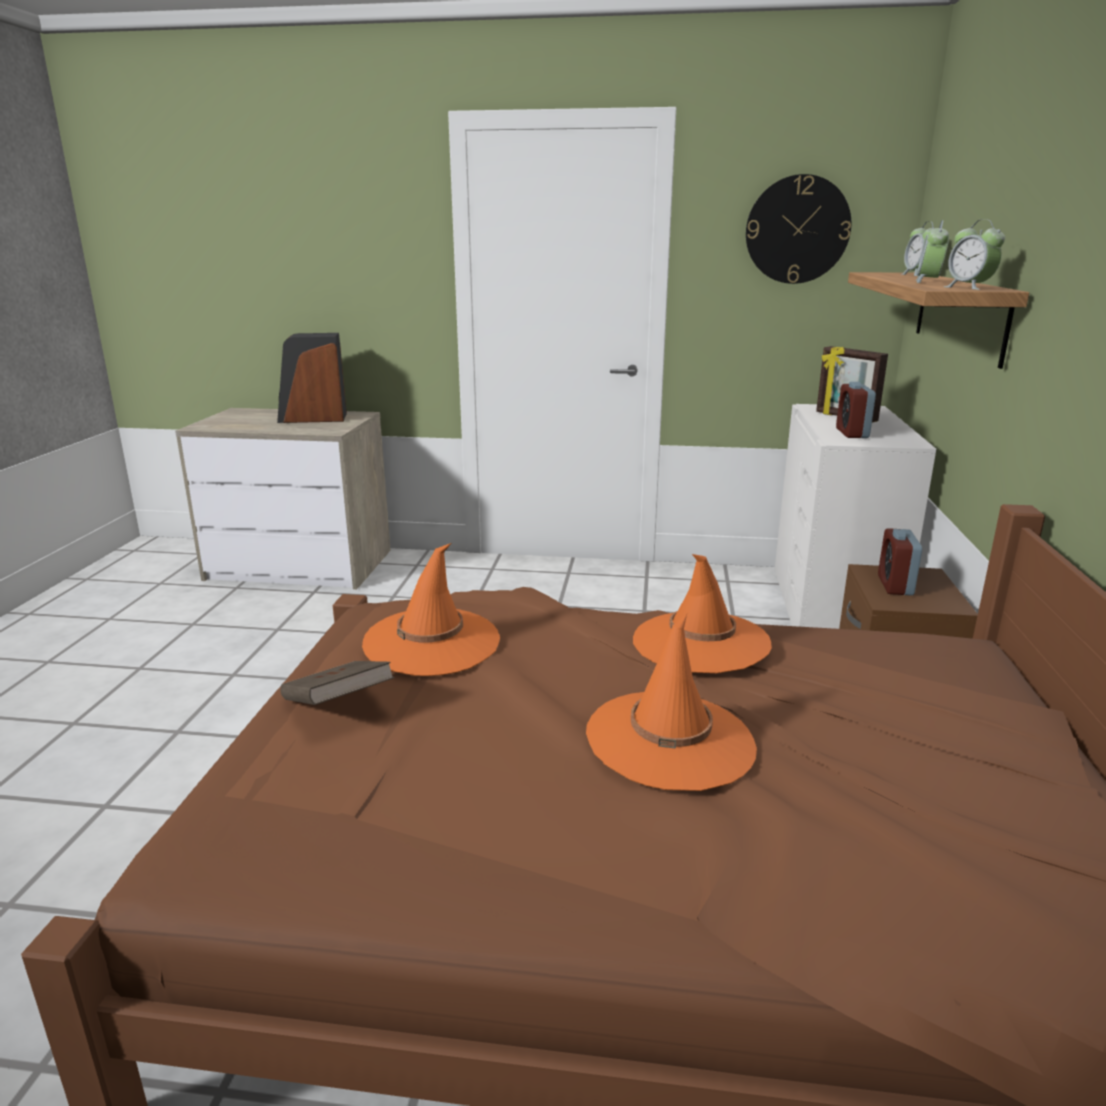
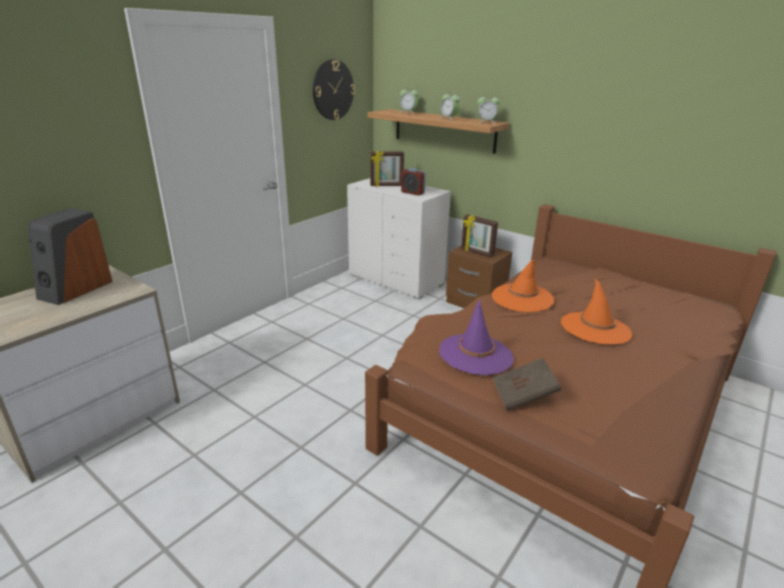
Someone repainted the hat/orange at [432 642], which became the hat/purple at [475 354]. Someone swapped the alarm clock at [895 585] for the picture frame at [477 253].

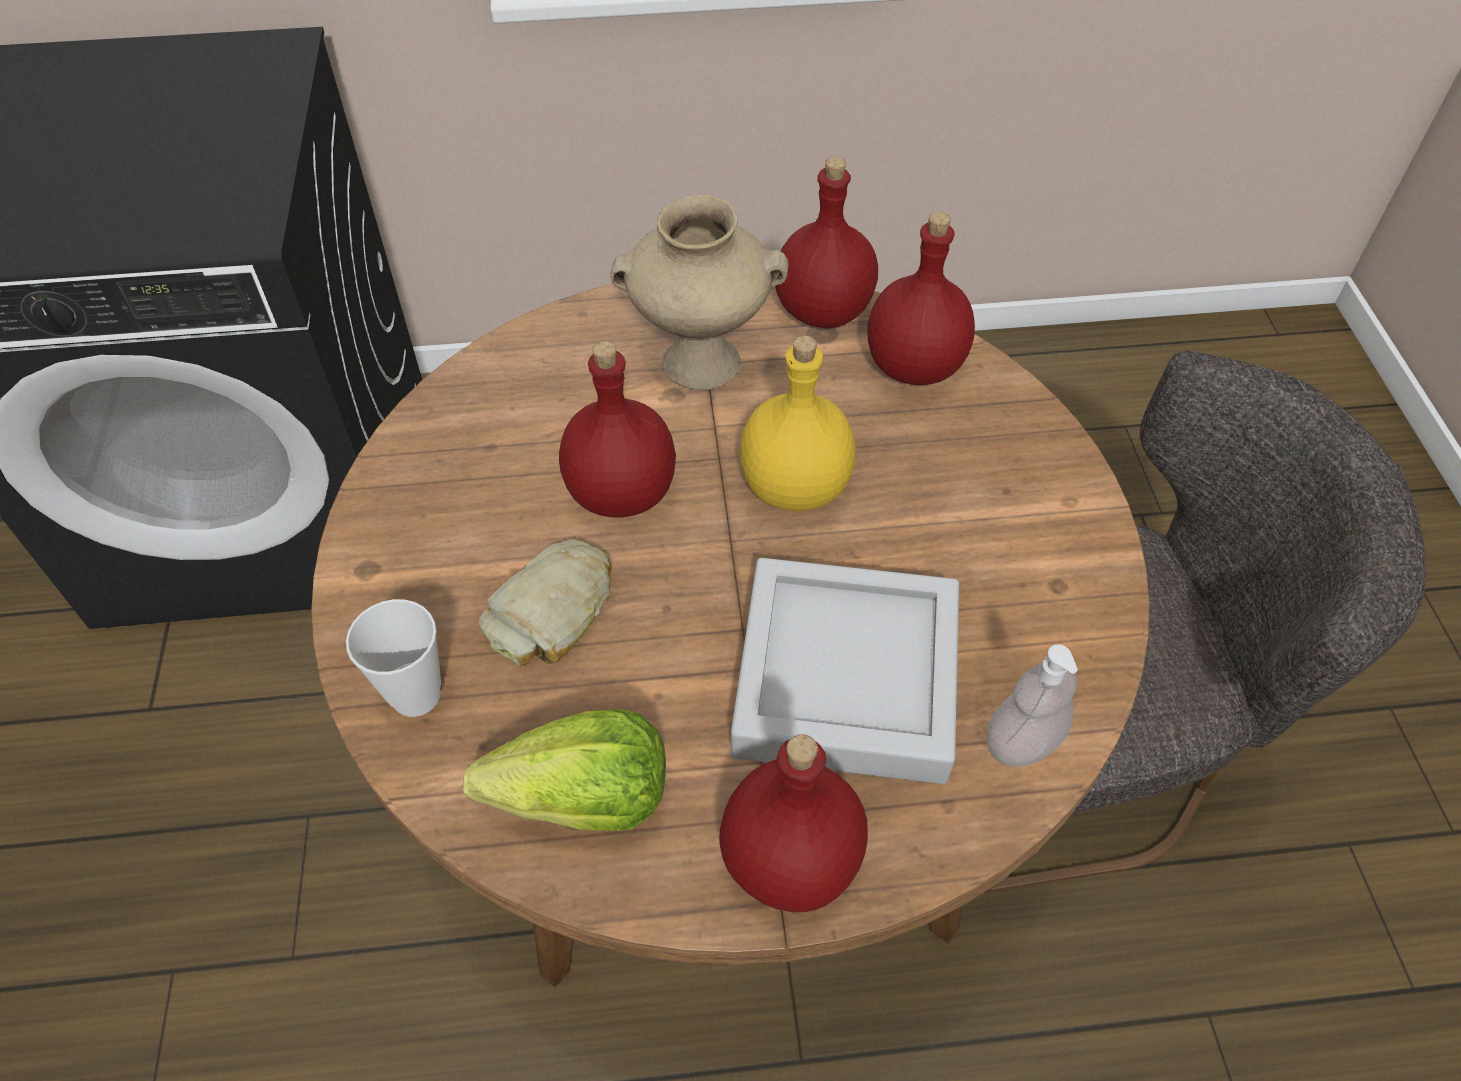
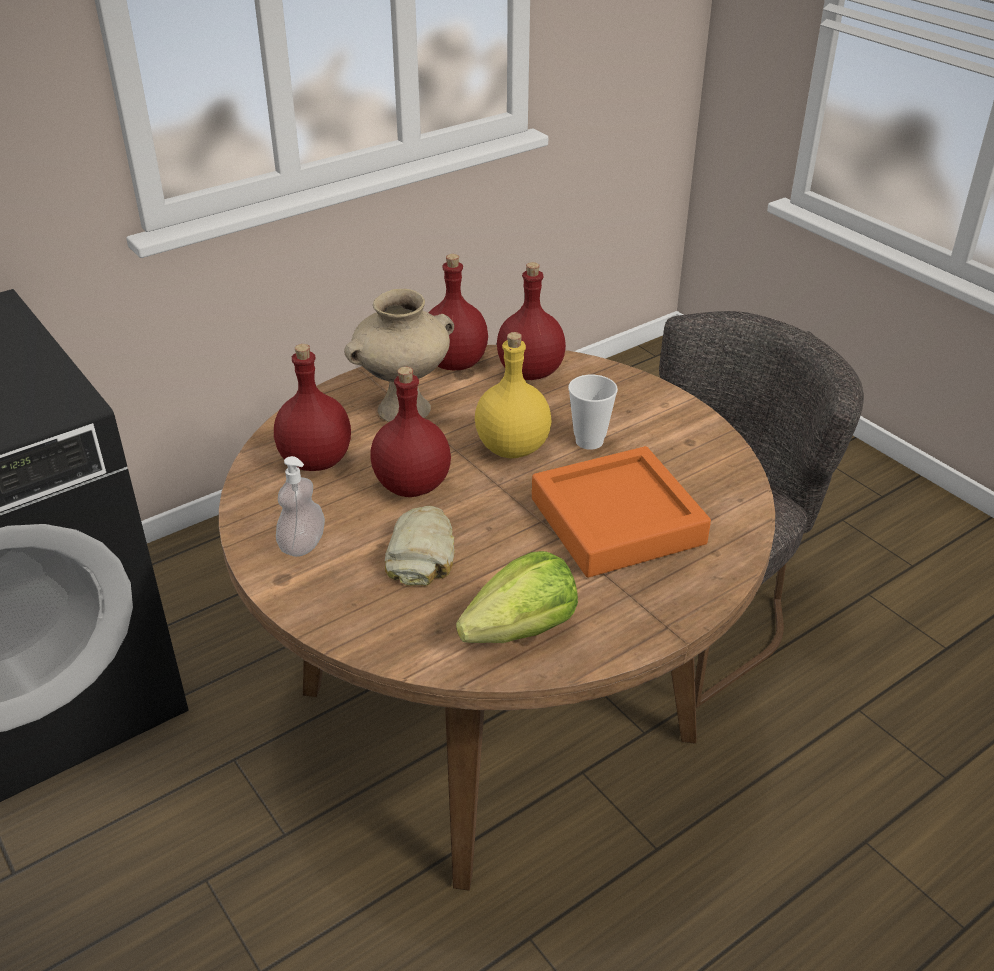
Someone carried the bottle/red from [788 862] to [315 461]. Someone carried the soap dispenser from [1022 742] to [302 545]. Someone repainted the tray/grey at [846 679], which became the tray/orange at [617 521]. Someone carried the cup from [416 695] to [589 441].

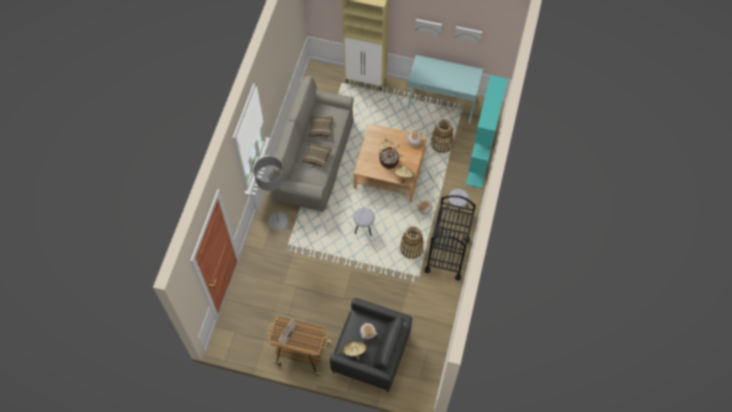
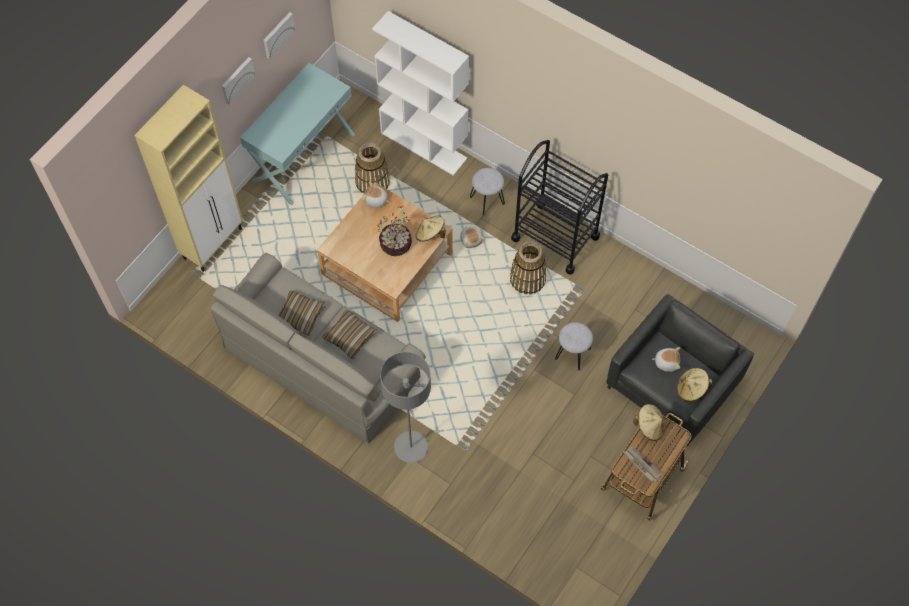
Someone repainted the bookcase/turquoise at [479 162], which became the bookcase/white at [424 145]. Someone carried the stool/grey from [364 227] to [573 354]. Someone put down the hat/beige at [649 426].

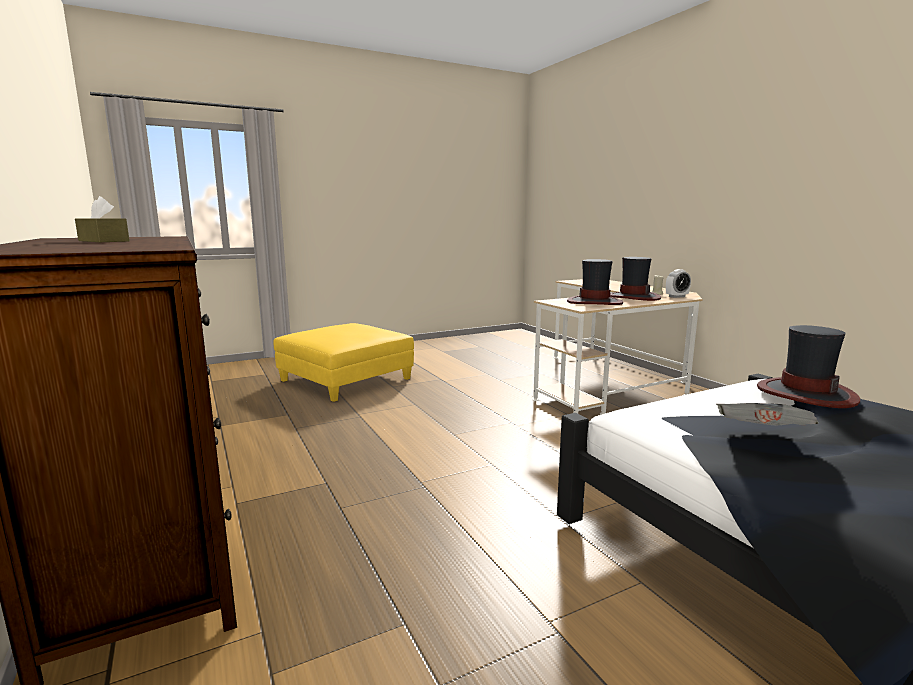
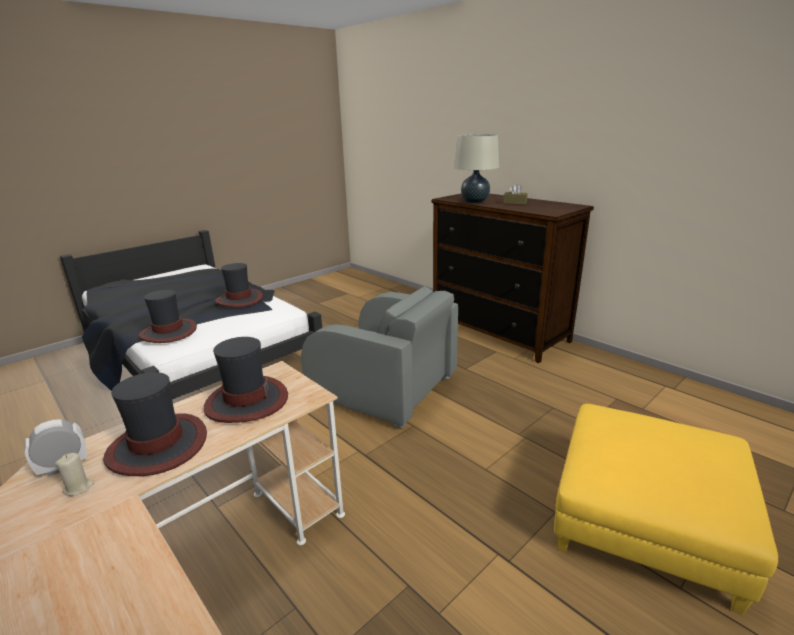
Someone swapped the newspaper at [761 438] for the hat at [239 299]. Someone put down the armchair/grey at [384 388]. Someone put down the table lamp/beige at [475 201].

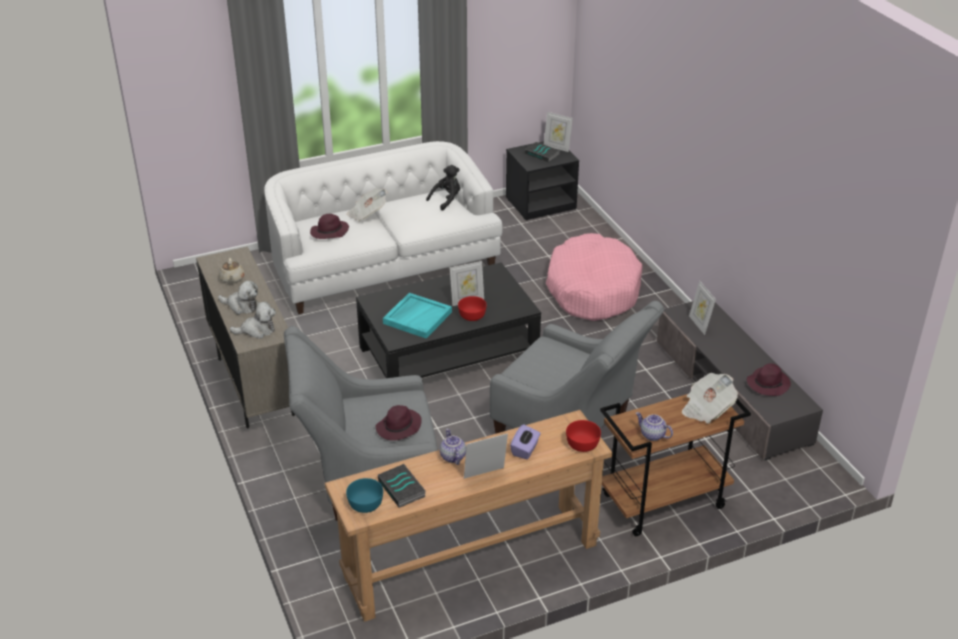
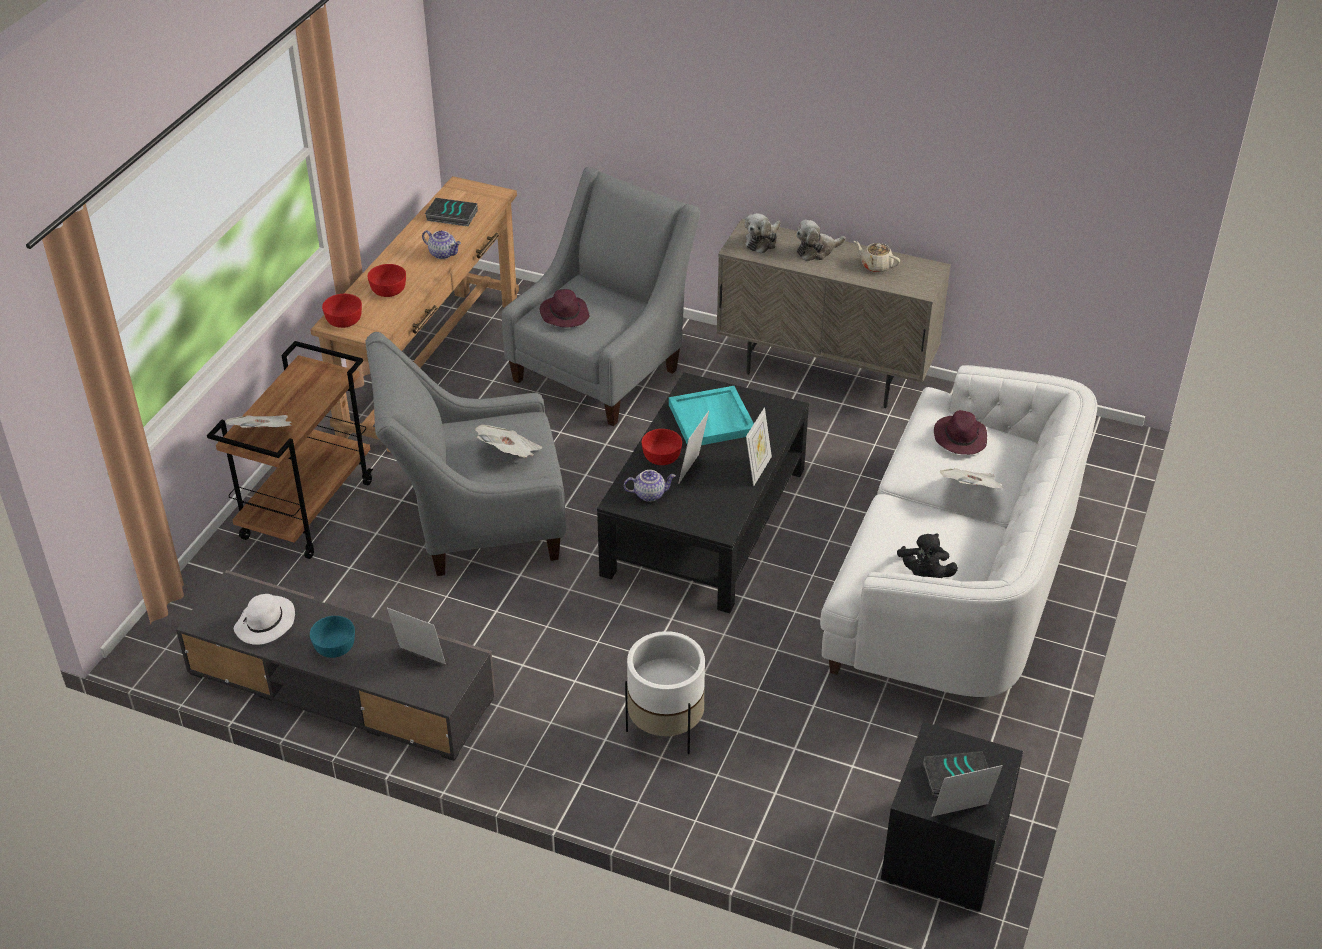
Someone repainted the hat/purple at [768 383], which became the hat/white at [265 624]. Someone carried the bowl/turquoise from [366 504] to [334 647]. Someone swapped the tissue box/purple at [525 450] for the bowl/red at [389 290]. Someone put down the newspaper at [510 454]. Someone carried the teapot from [652 435] to [649 494]. Someone swapped the dog bed/pink at [593 290] for the planter/white at [665 728]. Someone carried the picture frame from [485 476] to [757 470].

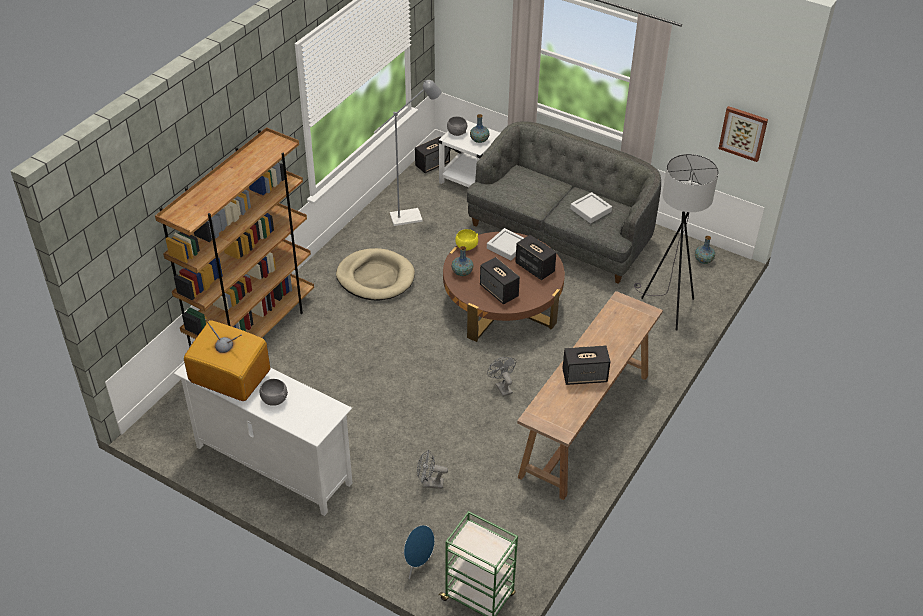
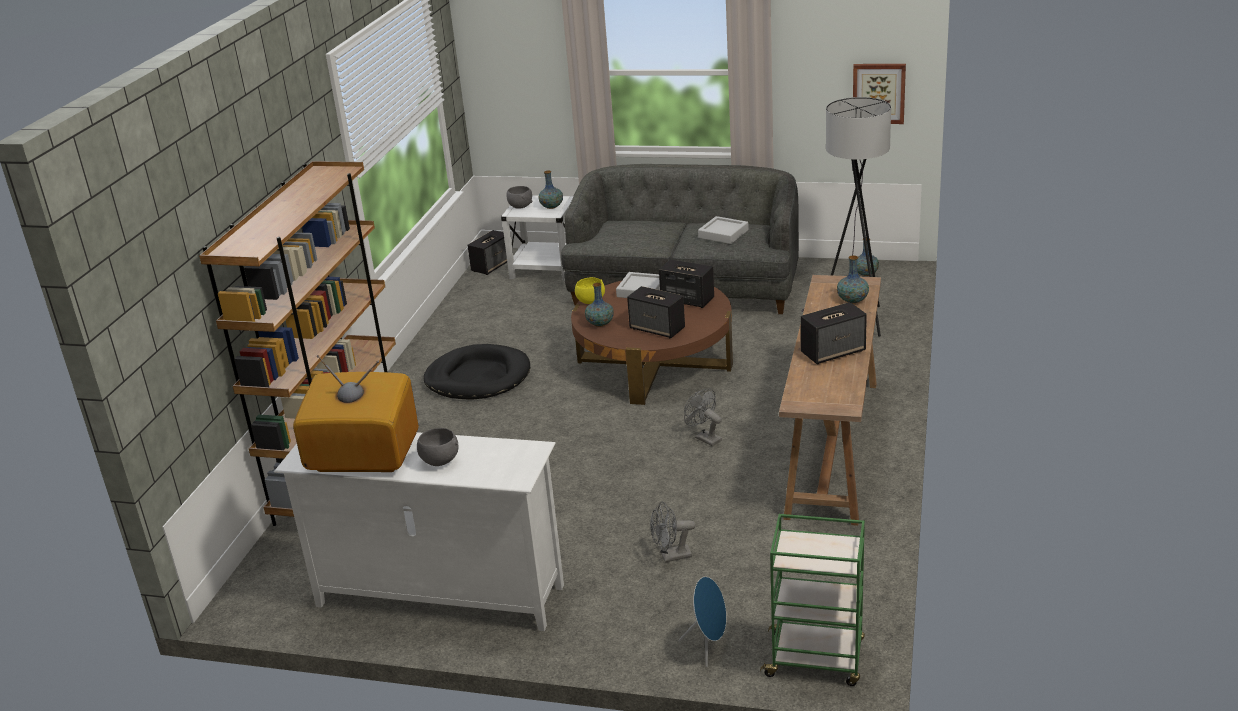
Someone repainted the dog bed/beige at [375 277], which became the dog bed/black at [478 377]. Someone put down the vase at [852 300]. Someone took away the floor lamp/grey at [412 216].

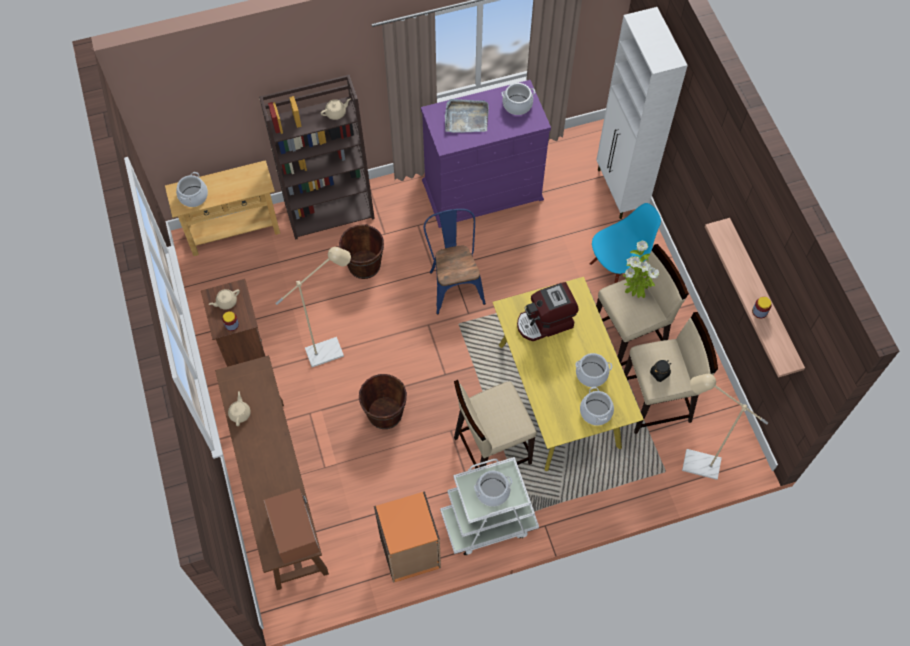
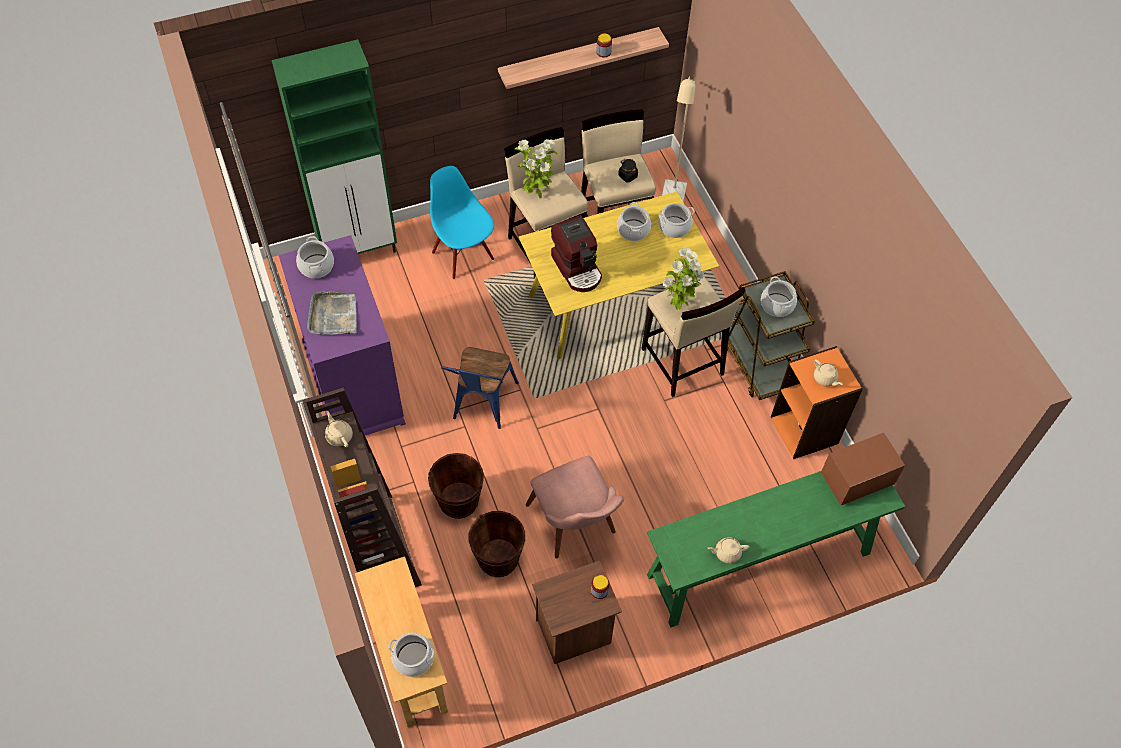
Someone repainted the cabinet/white at [620 191], which became the cabinet/green at [359 250]. Someone rotated the chair/blue at [454 283] by 60 degrees counterclockwise. Someone carried the bucket/brown from [385 413] to [498 558]. Someone swapped the floor lamp/beige at [331 350] for the chair/pink at [577 527]. Someone repainted the console table/brown at [279 490], which became the console table/green at [758 564]. Someone put down the potted plant at [677 305]. Someone repainted the cart/white at [488 522], which became the cart/brown at [759 363]. Someone carried the teapot/beige from [226 302] to [825 379].

